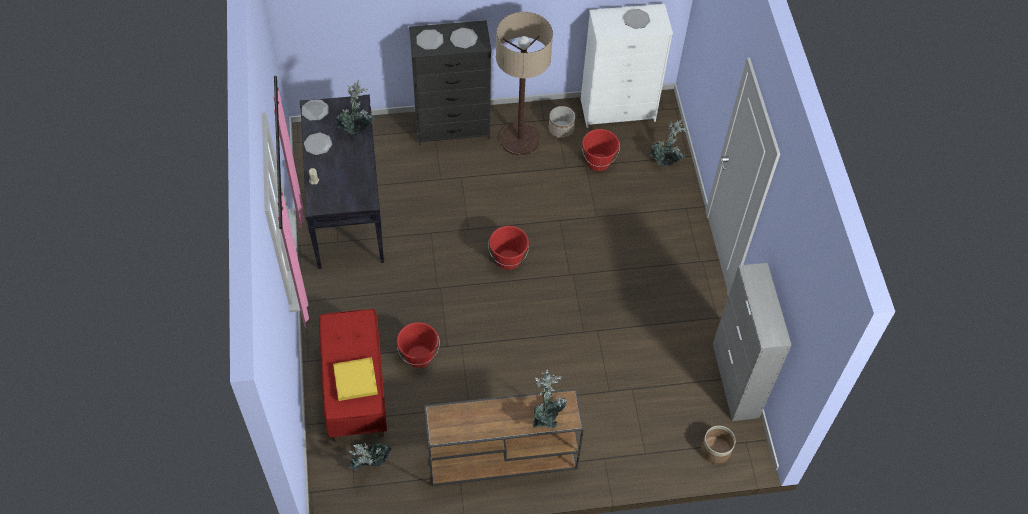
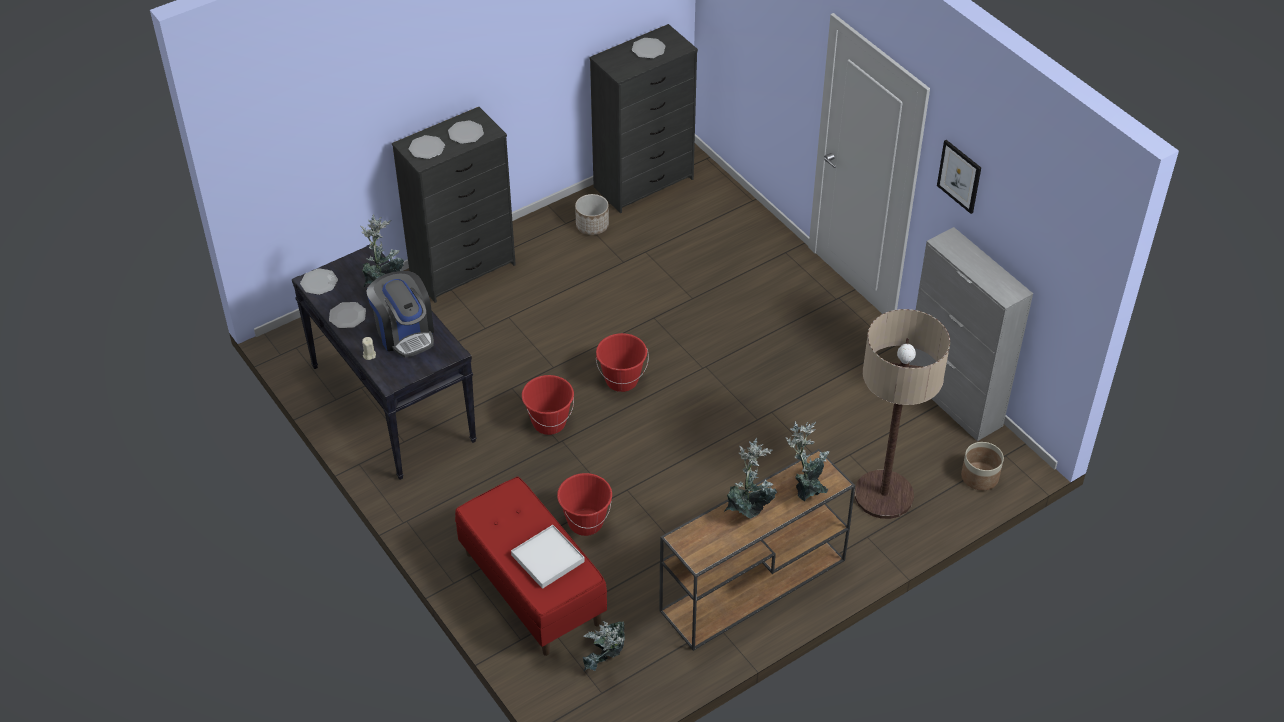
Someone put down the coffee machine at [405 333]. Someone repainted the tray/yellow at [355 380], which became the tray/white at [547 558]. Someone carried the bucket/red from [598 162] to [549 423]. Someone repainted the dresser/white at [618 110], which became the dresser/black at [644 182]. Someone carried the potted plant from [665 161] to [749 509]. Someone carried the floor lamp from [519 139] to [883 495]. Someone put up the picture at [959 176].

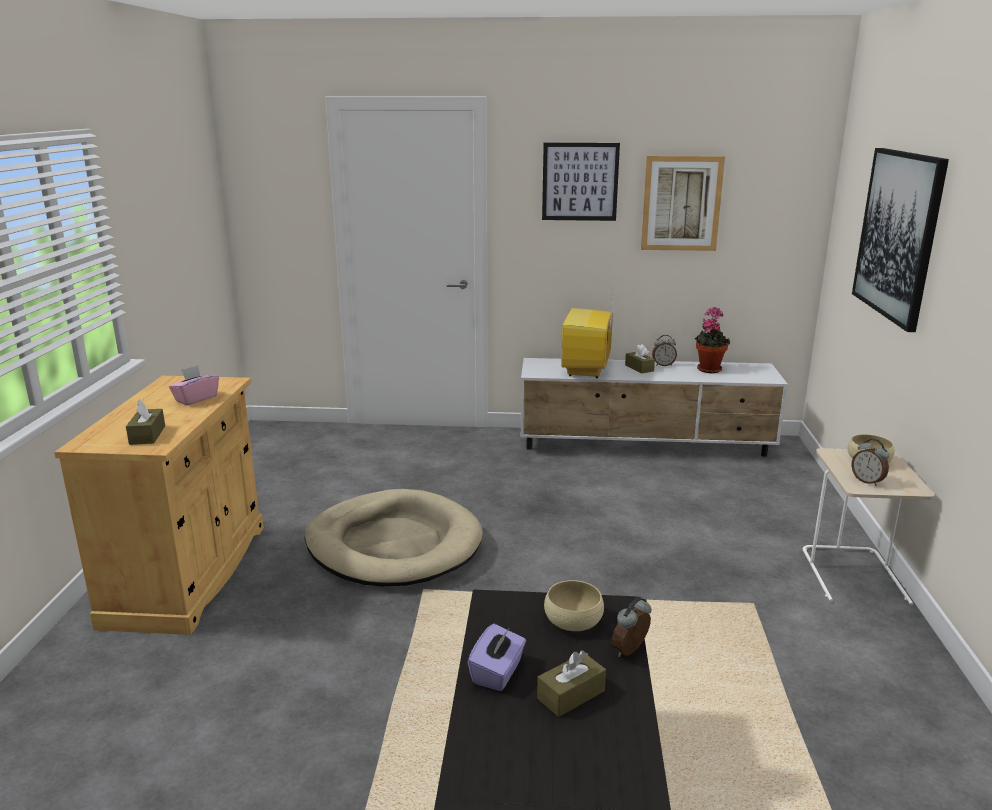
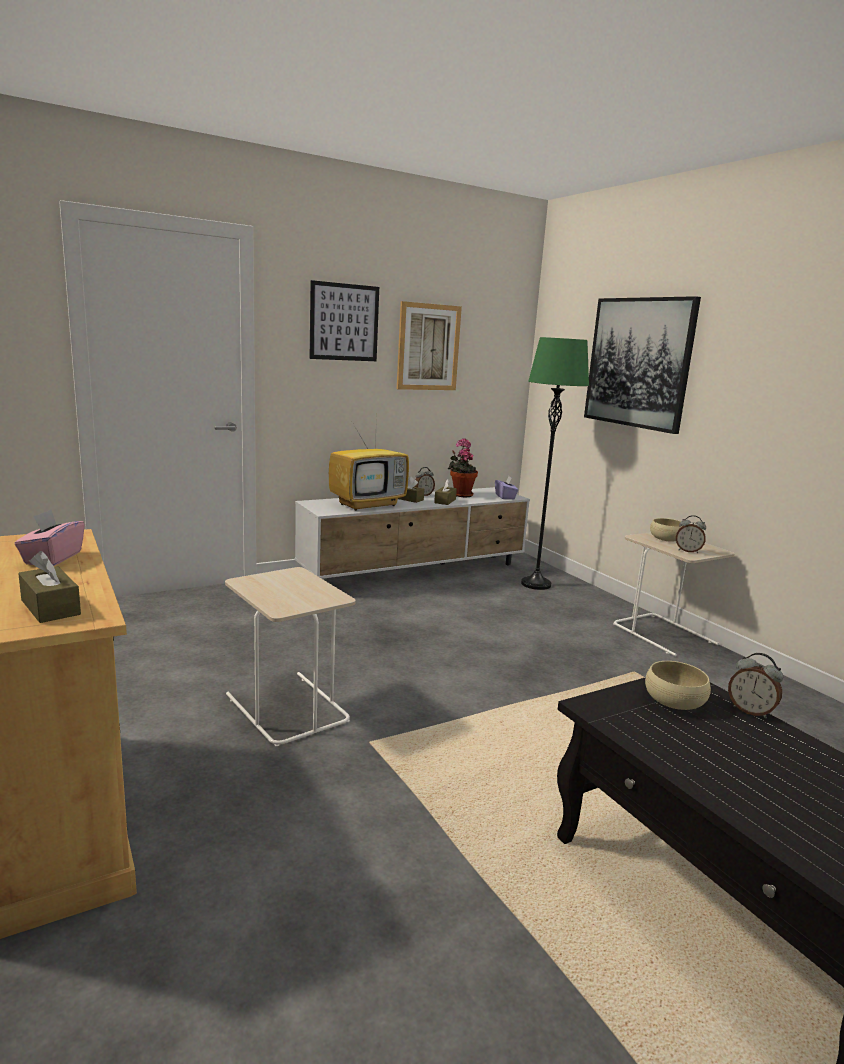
Someone swapped the dog bed/beige at [393 544] for the side table/beige at [286 708]. Someone rotated the television at [587 370] by 105 degrees counterclockwise. Someone carried the tissue box/brown from [571 694] to [445 501]. Someone carried the tissue box/purple from [498 673] to [505 497]. Someone put down the floor lamp/green at [536 584]. Someone rotated the alarm clock at [631 651] by 60 degrees counterclockwise.

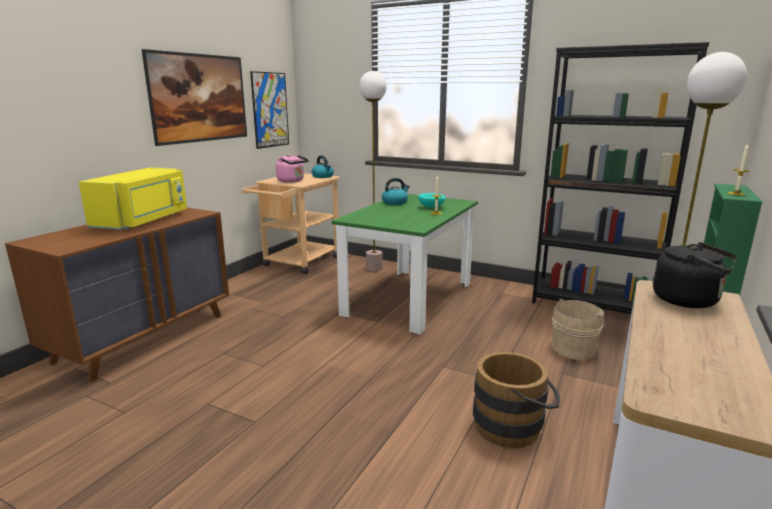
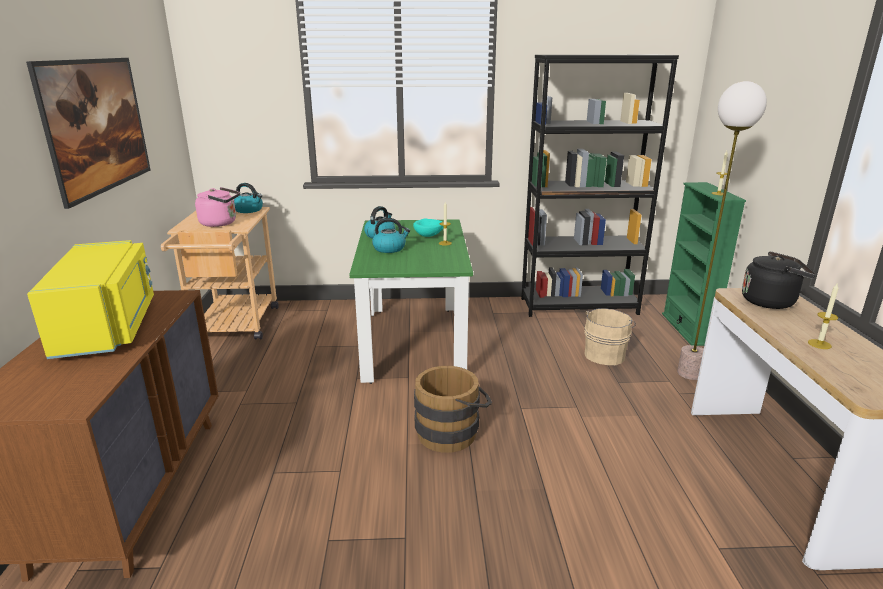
Someone put down the kettle at [390 248]. Someone carried the bucket/brown from [513 426] to [452 432]. Someone put down the candle at [819 344]. Someone took away the picture at [270 110]. Someone took away the floor lamp at [374 268].

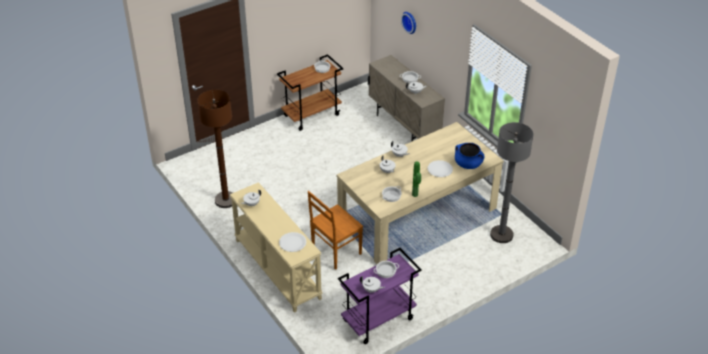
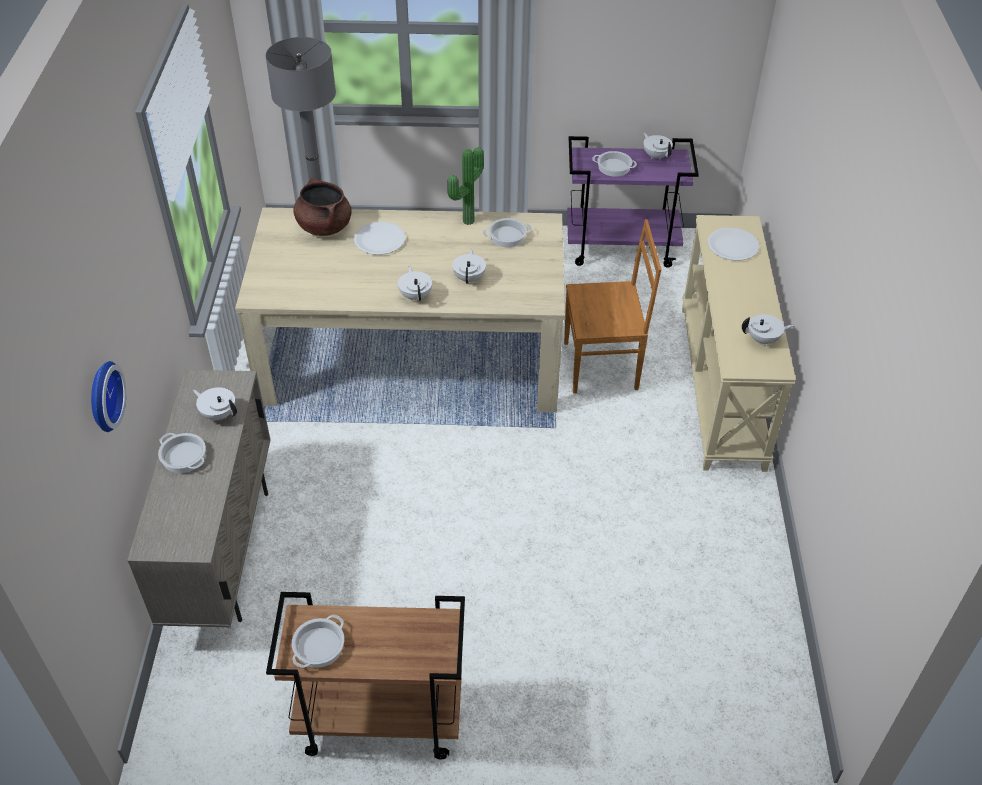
Someone repainted the cooking pot/blue at [468 164], which became the cooking pot/brown at [324 226]. Someone took away the floor lamp/brown at [225 200].

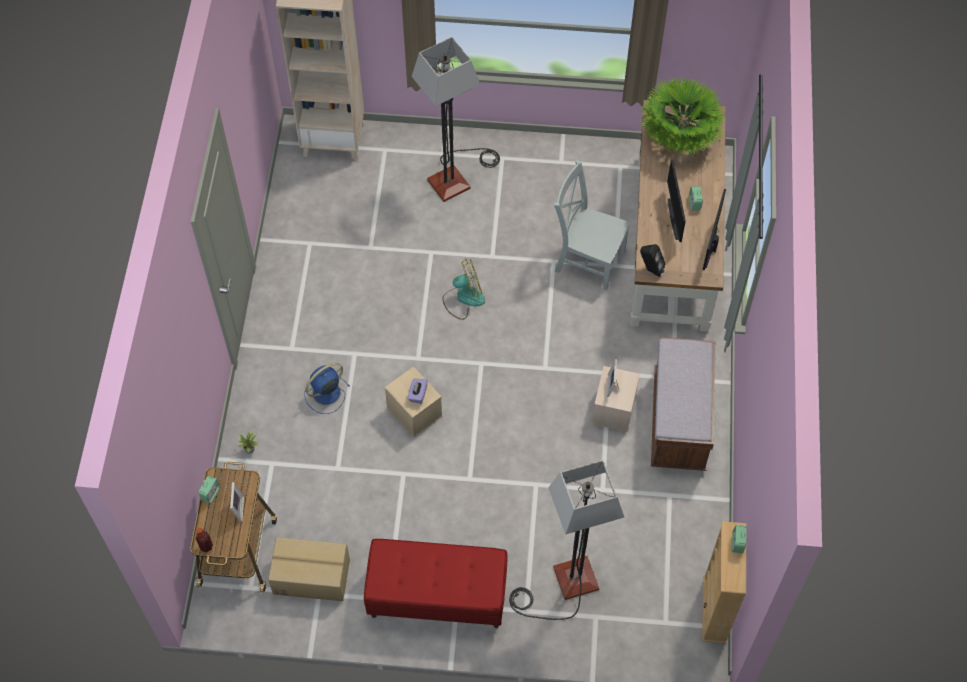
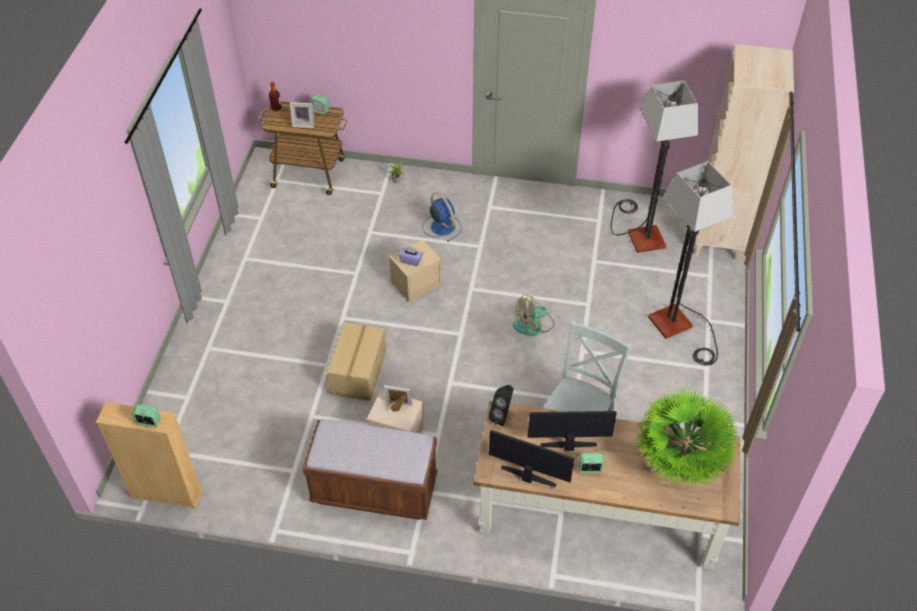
Someone carried the cardboard box from [311 575] to [359 371]. Someone rotated the fan at [463 298] by 75 degrees clockwise. Someone carried the floor lamp from [564 586] to [639 232]. Someone took away the bench/red at [437 597].

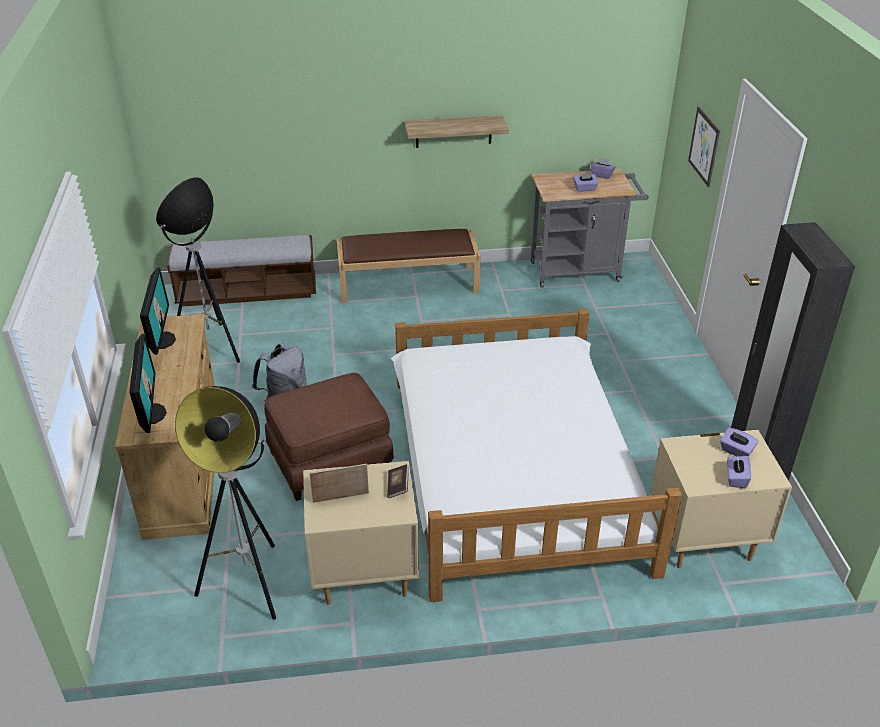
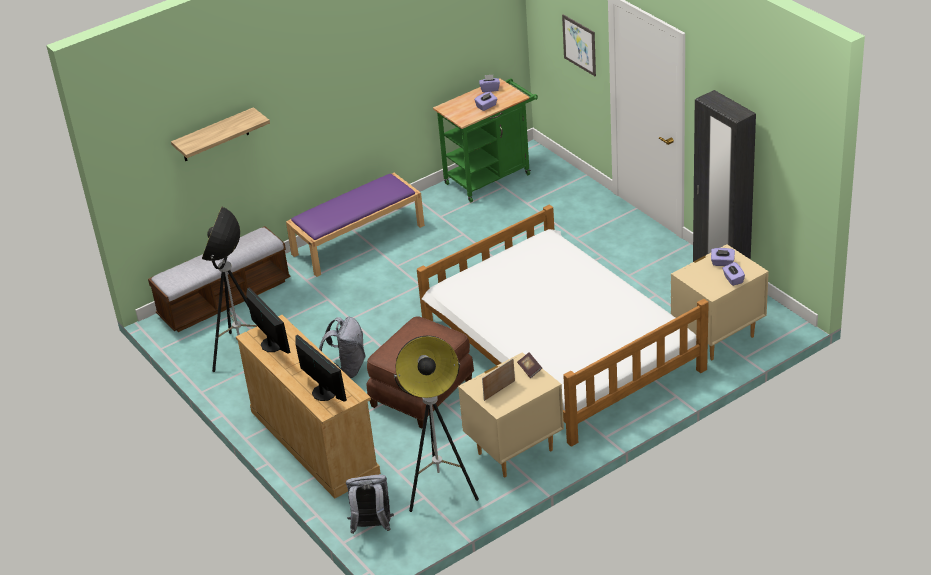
Someone carried the shelf from [453 131] to [214 135]. Someone repainted the bench/brown at [409 283], which became the bench/purple at [358 239]. Someone put down the backpack/grey at [372 527]. Someone repainted the cart/grey at [580 271], which became the cart/green at [491 176].

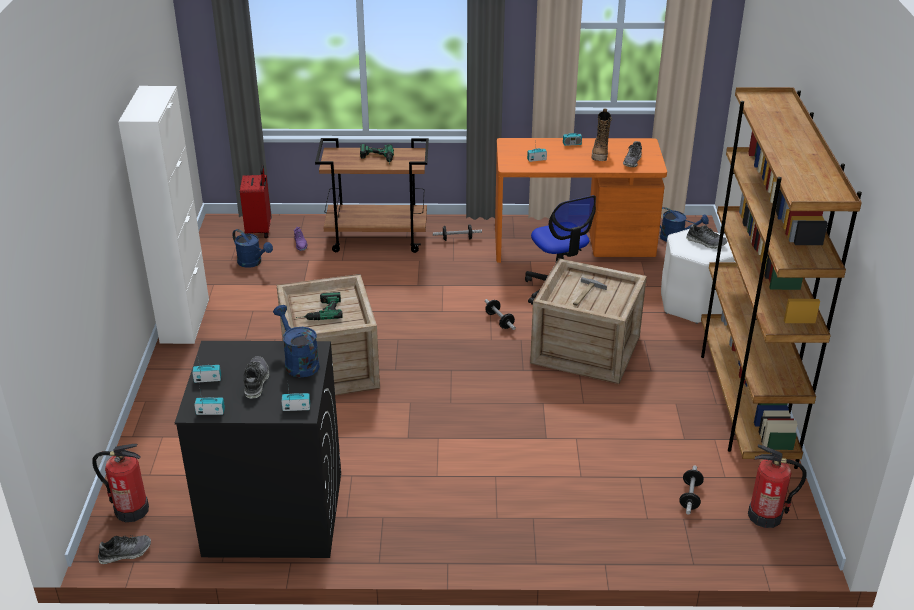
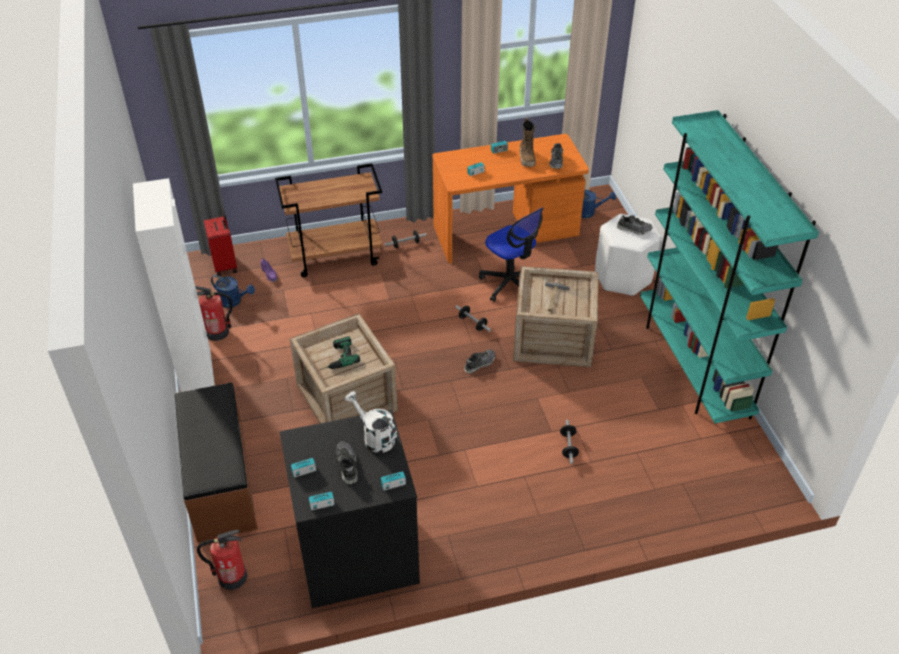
Someone put down the bench/brown at [220 482]. Someone carried the fire extinguisher from [765 516] to [218 332]. Someone repainted the watering can/blue at [298 362], which became the watering can/white at [374 437]. Someone carried the shoe from [125 553] to [479 363]. Someone carried the dumbbell from [690 497] to [568 446]. Someone repainted the bookcase/brown at [744 402], which became the bookcase/turquoise at [693 364]. Someone took away the power drill at [377 159].

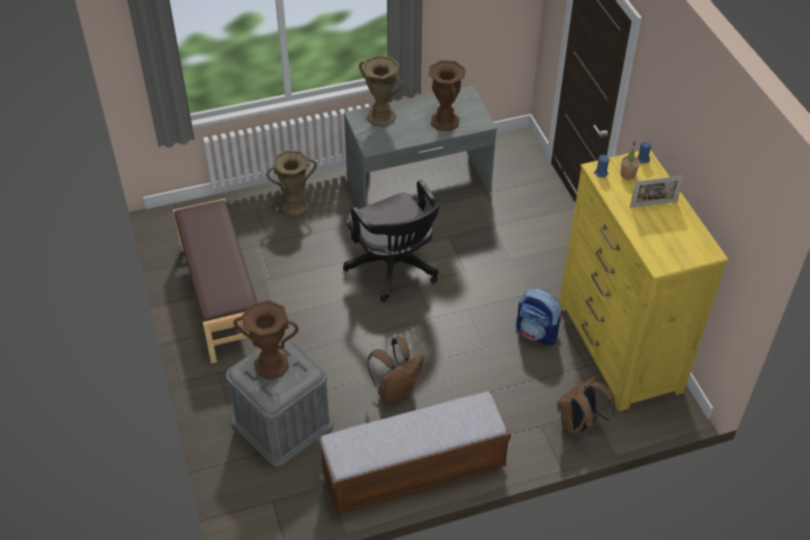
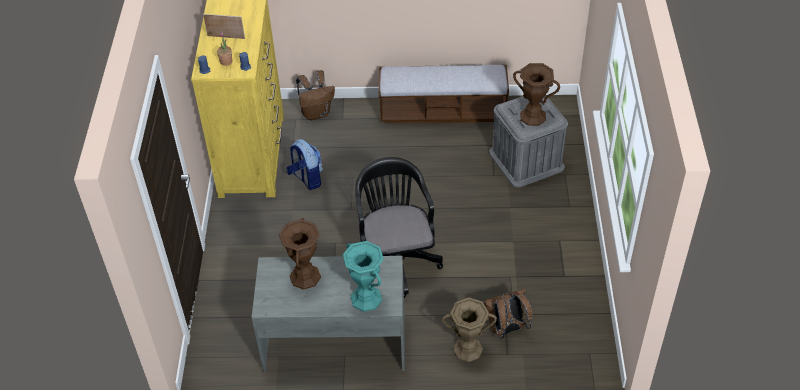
Someone repainted the vase/brown at [381 117], which became the vase/turquoise at [366 298]. Someone carried the backpack/brown from [396 390] to [506 329]. Someone took away the bench/brown at [220 297].

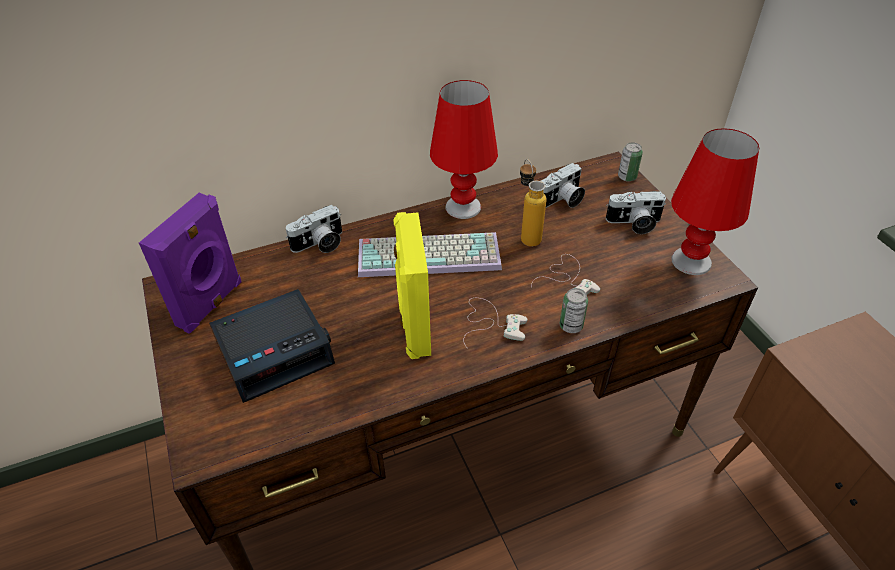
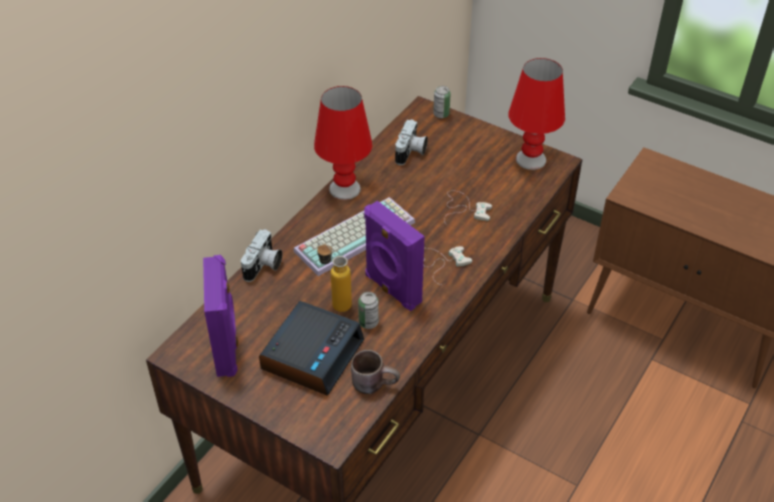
Someone carried the bottle from [527 235] to [335 302]. Someone put down the mug/brown at [374 382]. Someone carried the can from [571 326] to [368 322]. Someone repainted the speaker/yellow at [413 326], which became the speaker/purple at [391 289]. Someone took away the photo camera at [634 224].

